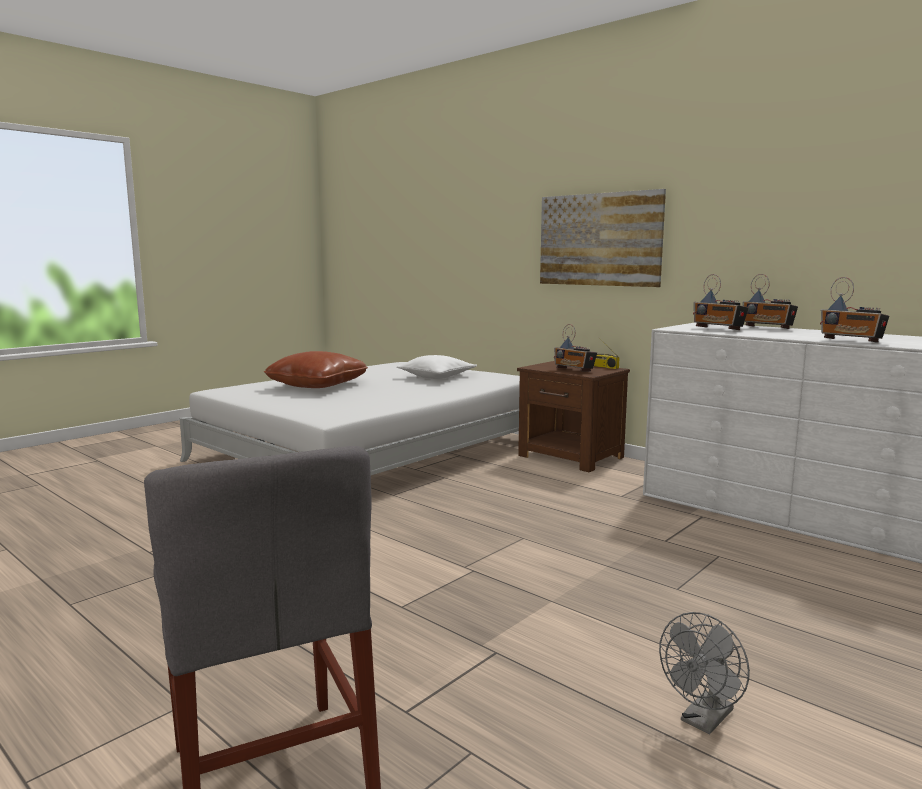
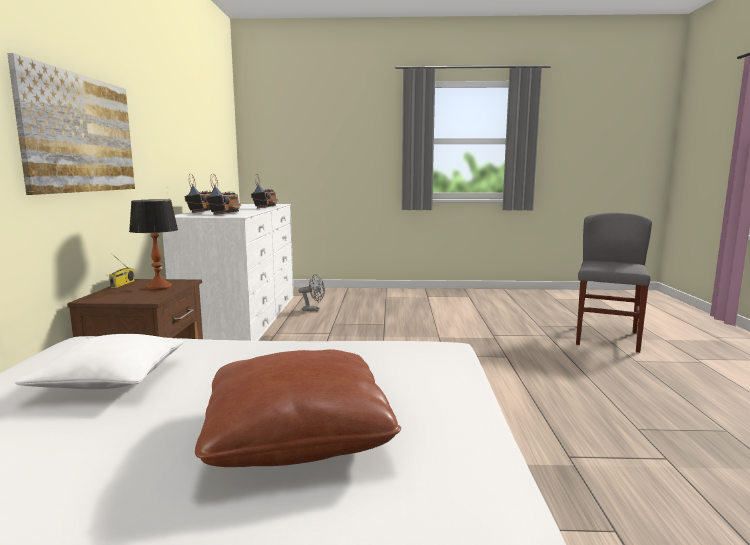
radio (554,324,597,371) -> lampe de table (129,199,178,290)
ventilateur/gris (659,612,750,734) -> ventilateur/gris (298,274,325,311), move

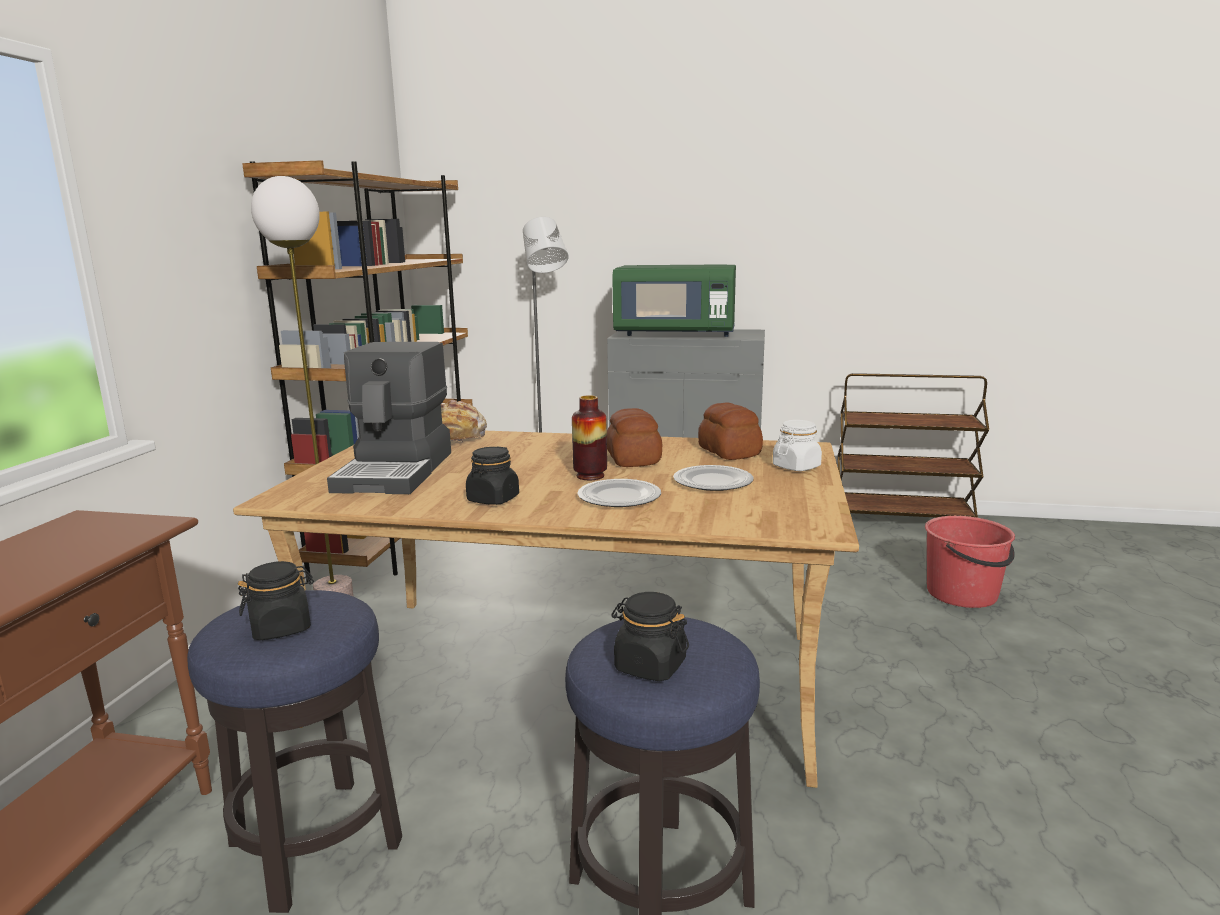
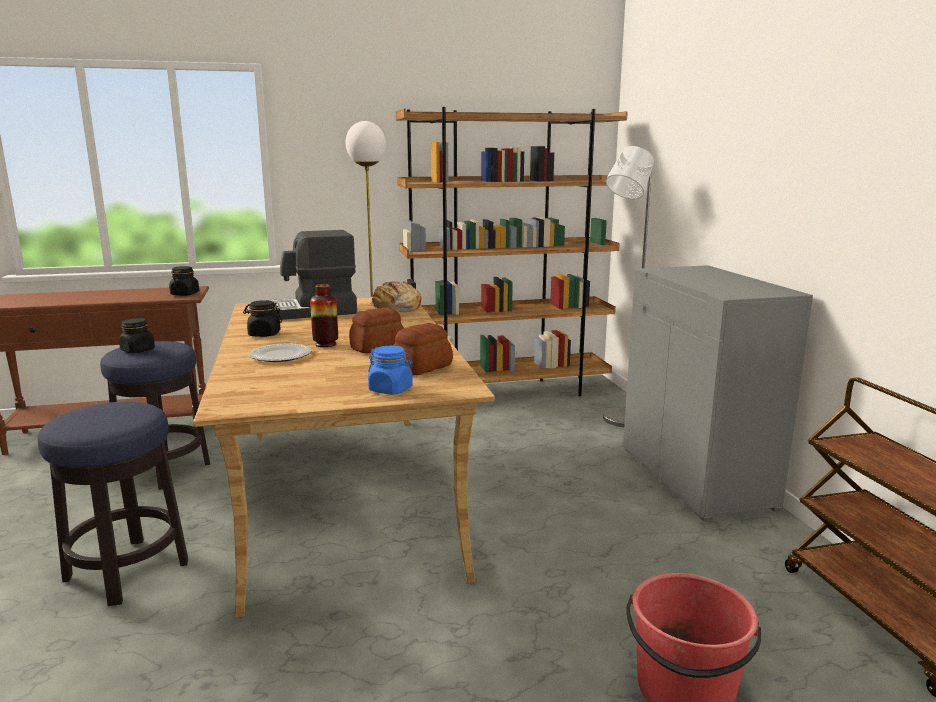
bocal/noir (611,592,689,681) -> bocal/noir (169,266,199,296), move
micro-ondes/vert (612,265,736,337) -> none
assiette (673,465,754,491) -> none
bocal/blanc (773,420,822,471) -> bocal/bleu (368,346,413,395)

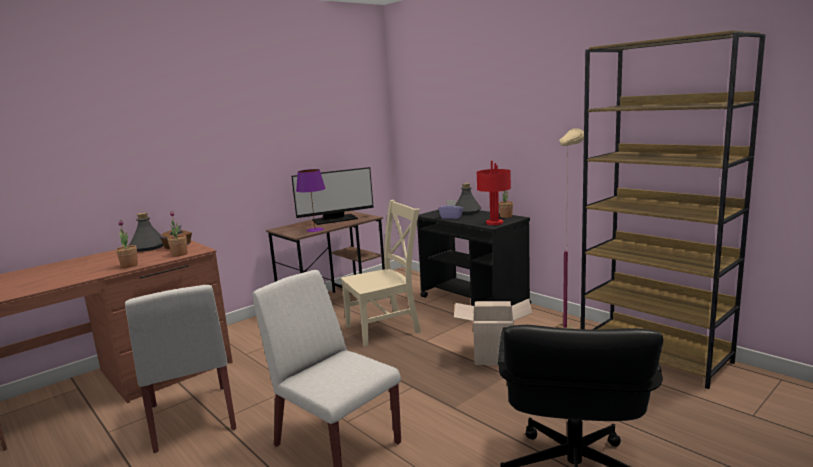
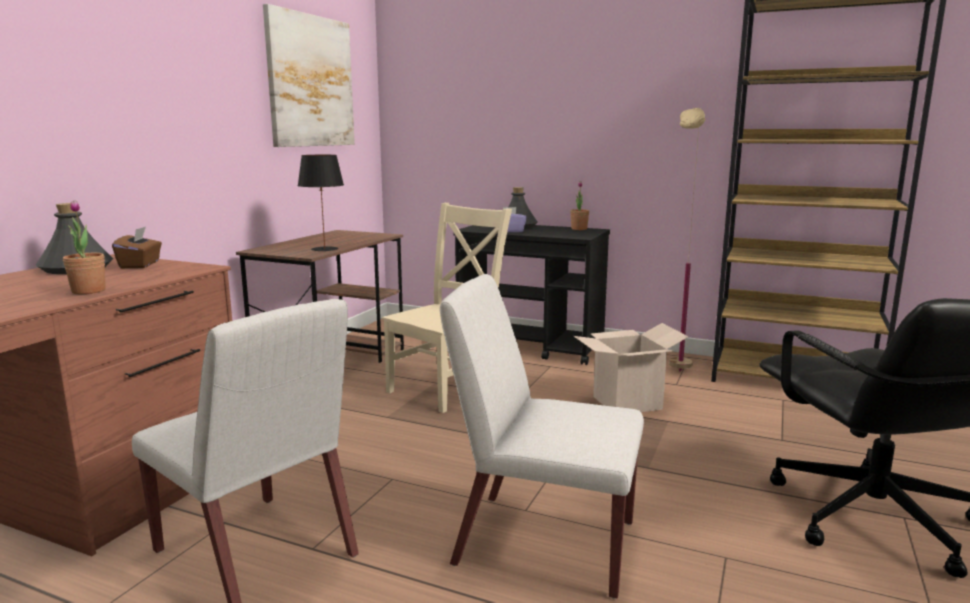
plante en pot (168,211,188,256) -> none
écran d'ordinateur (291,167,374,225) -> none
lampe de table/violet (296,169,326,232) -> lampe de table/noir (298,155,344,251)
lampe de table/rouge (476,161,511,225) -> none
none -> tableau (263,4,355,147)

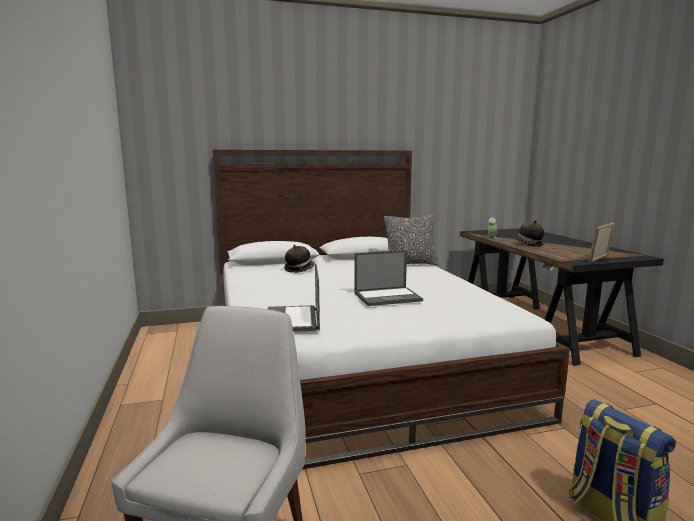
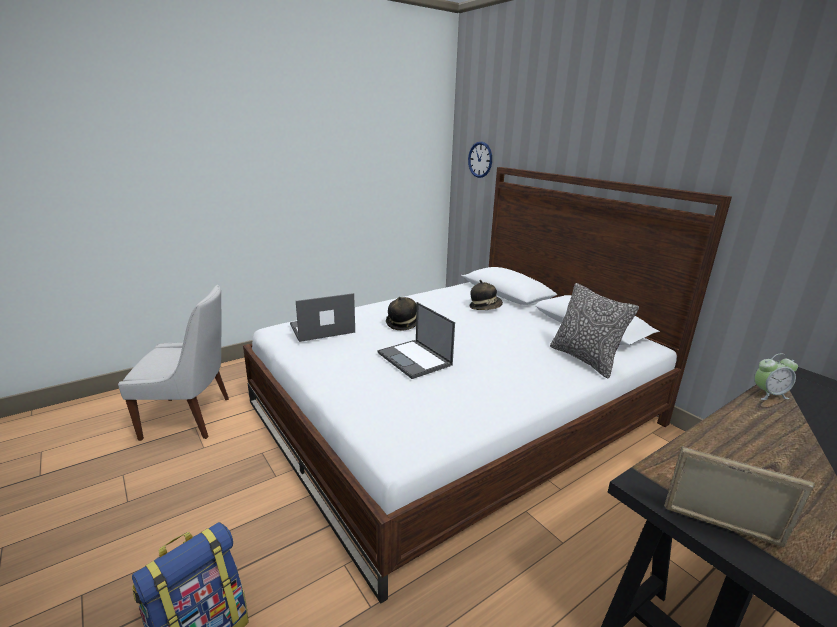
chapeau (514,220,544,247) -> chapeau (386,297,417,331), move
none -> horloge murale (468,142,492,178)

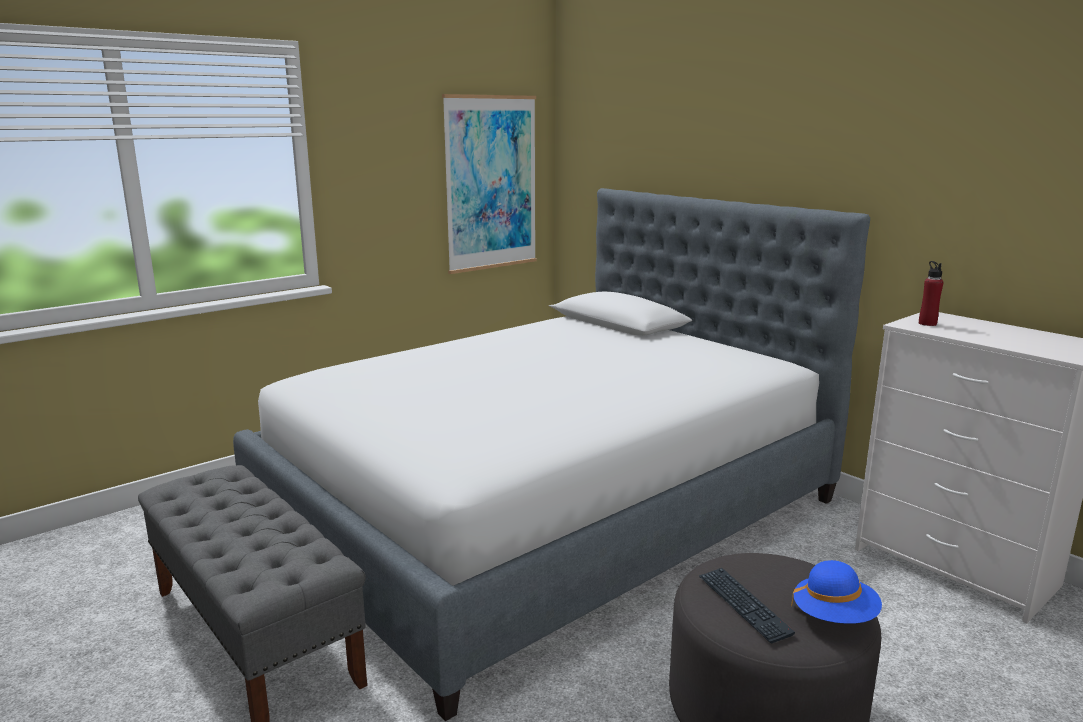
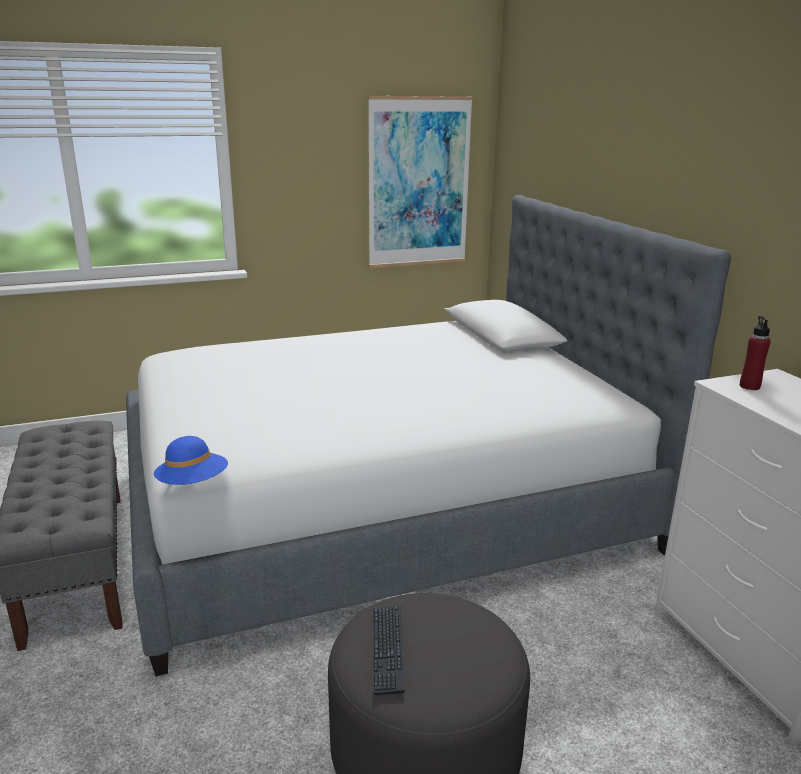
chapeau/bleu (791,560,882,624) -> chapeau/bleu (154,436,228,485), move

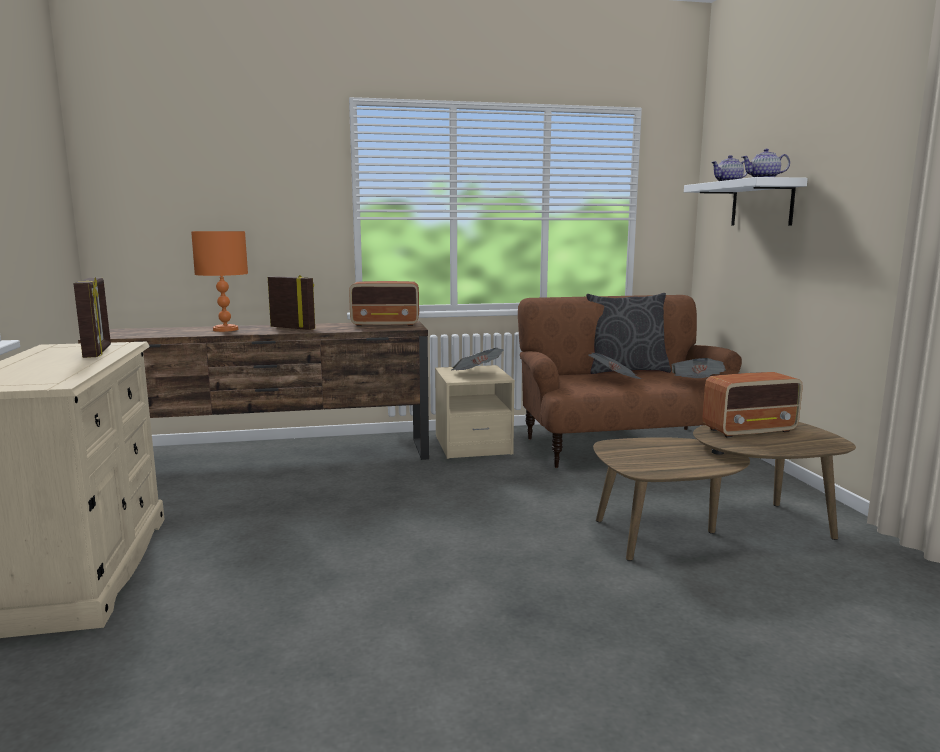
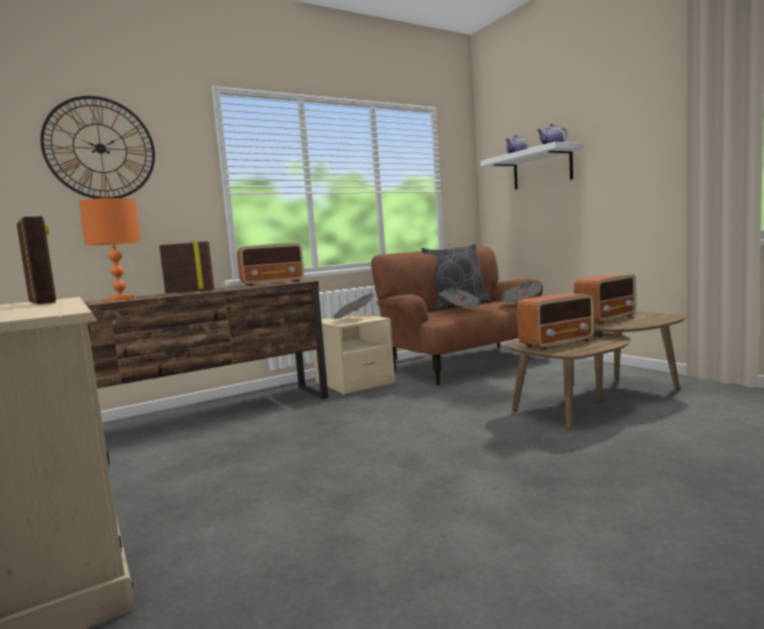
none -> horloge murale (40,96,155,199)
none -> radio (517,293,594,350)

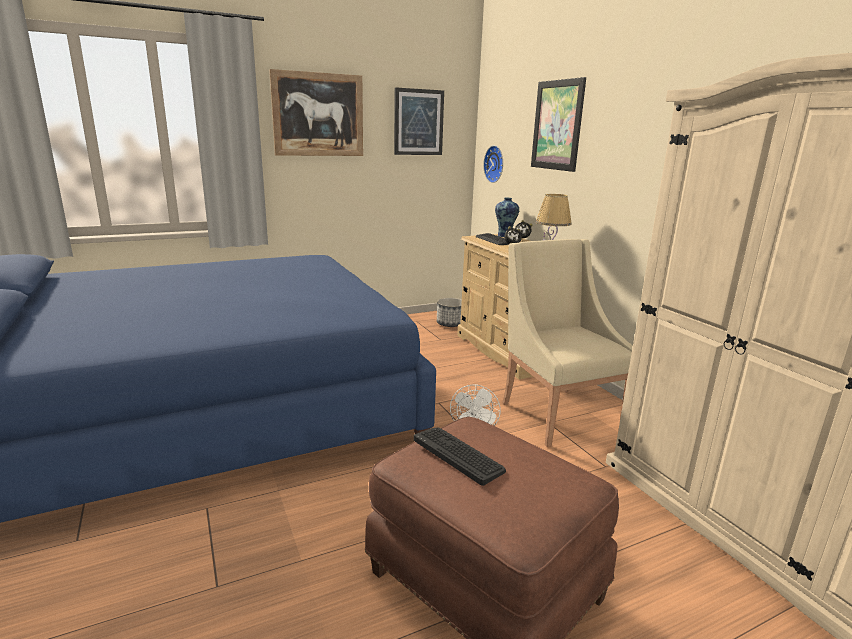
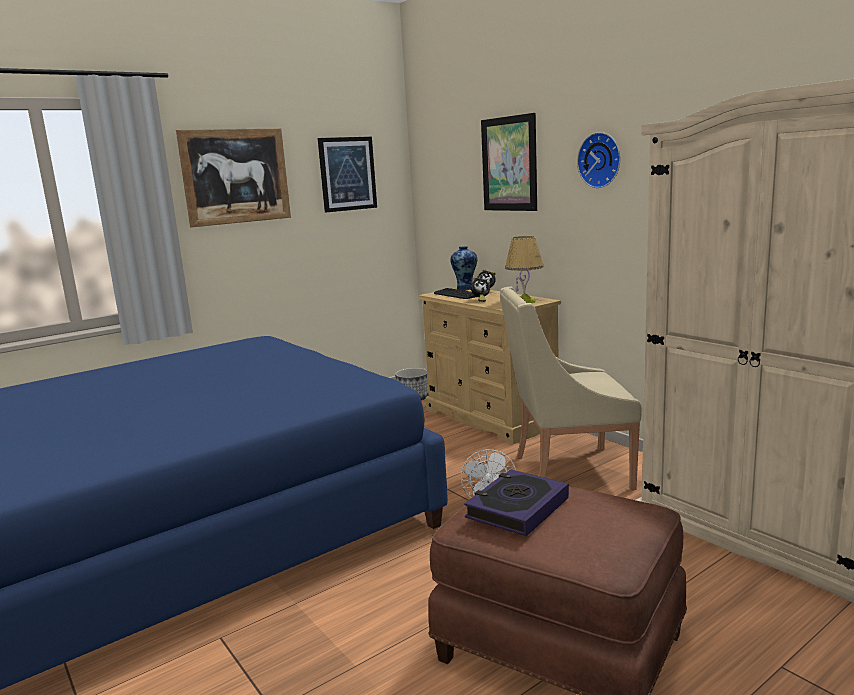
clavier (414,427,506,486) -> livre (464,469,569,536)
horloge murale (483,145,503,183) -> horloge murale (577,132,620,188), move
fauteuil/beige (502,239,633,447) -> fauteuil/beige (500,287,642,490), 60 degrees counterclockwise

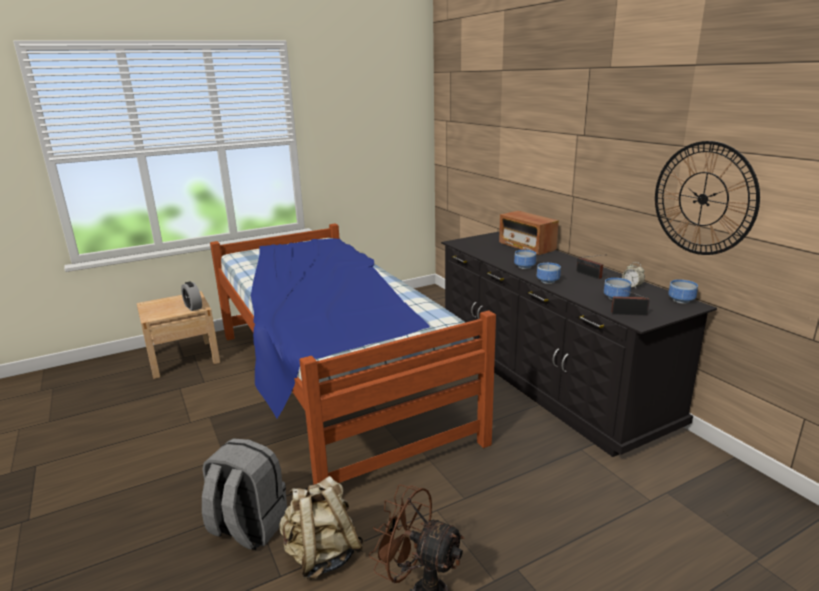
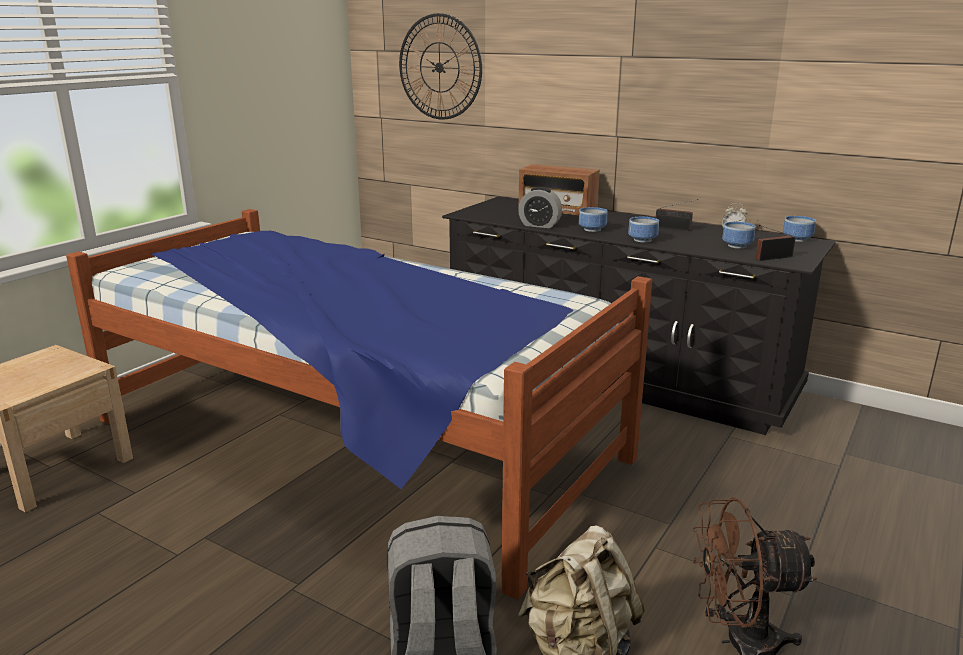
réveil (181,281,202,311) -> réveil (518,187,562,228), move
horloge murale (655,141,760,255) -> horloge murale (399,13,482,120), move

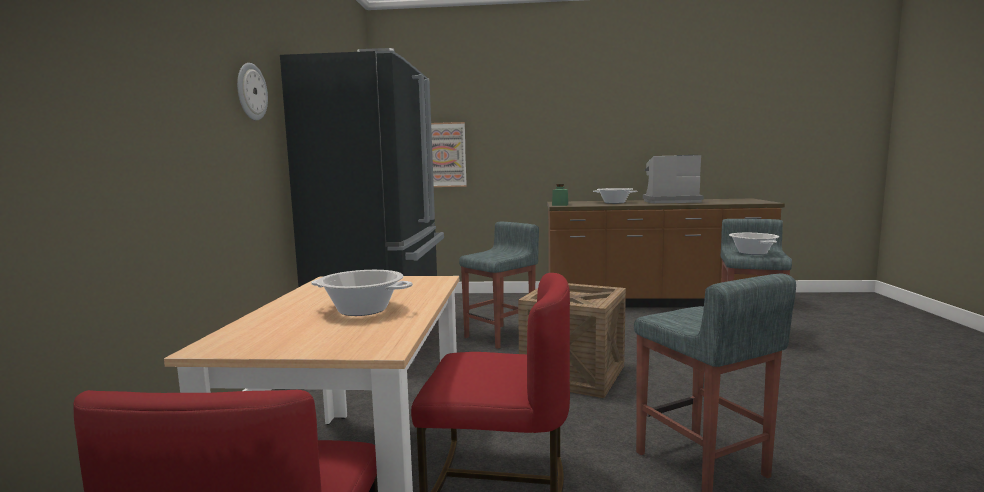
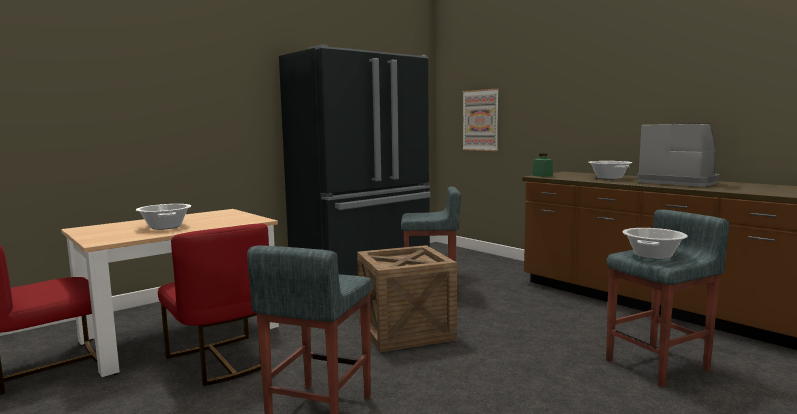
horloge murale (237,63,268,120) -> none

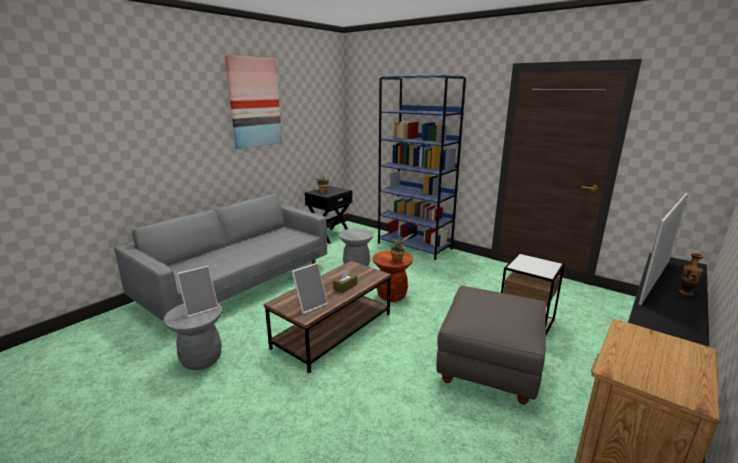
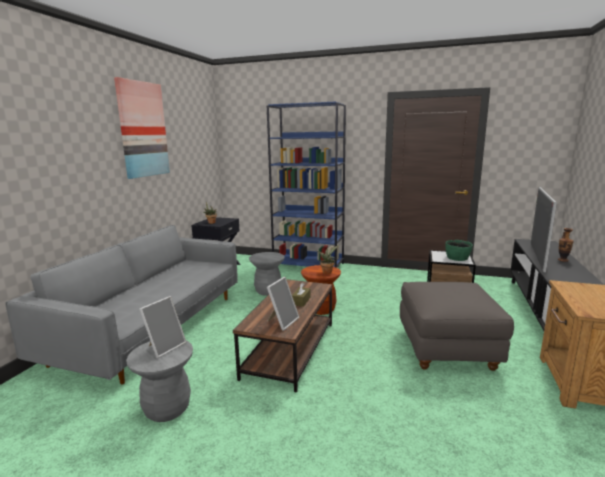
none -> bol/vert (445,240,473,261)

